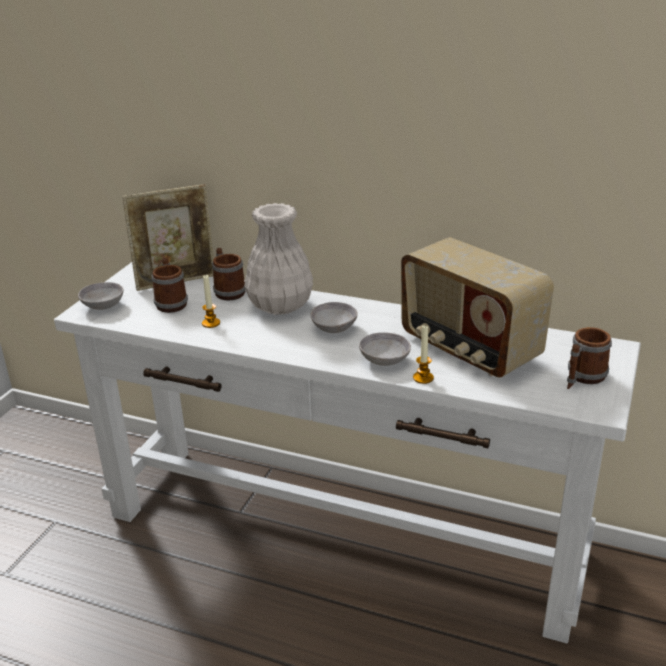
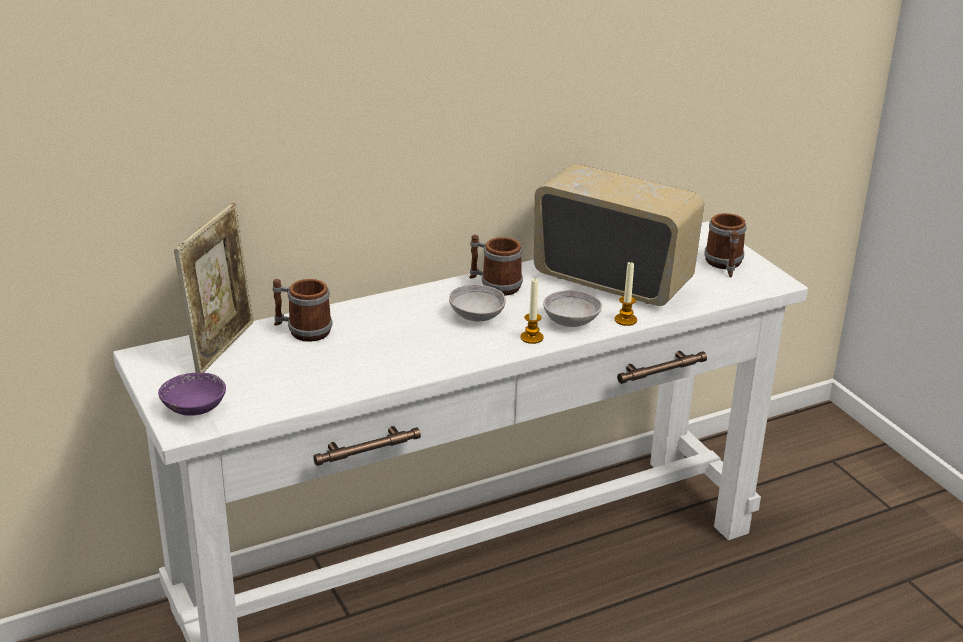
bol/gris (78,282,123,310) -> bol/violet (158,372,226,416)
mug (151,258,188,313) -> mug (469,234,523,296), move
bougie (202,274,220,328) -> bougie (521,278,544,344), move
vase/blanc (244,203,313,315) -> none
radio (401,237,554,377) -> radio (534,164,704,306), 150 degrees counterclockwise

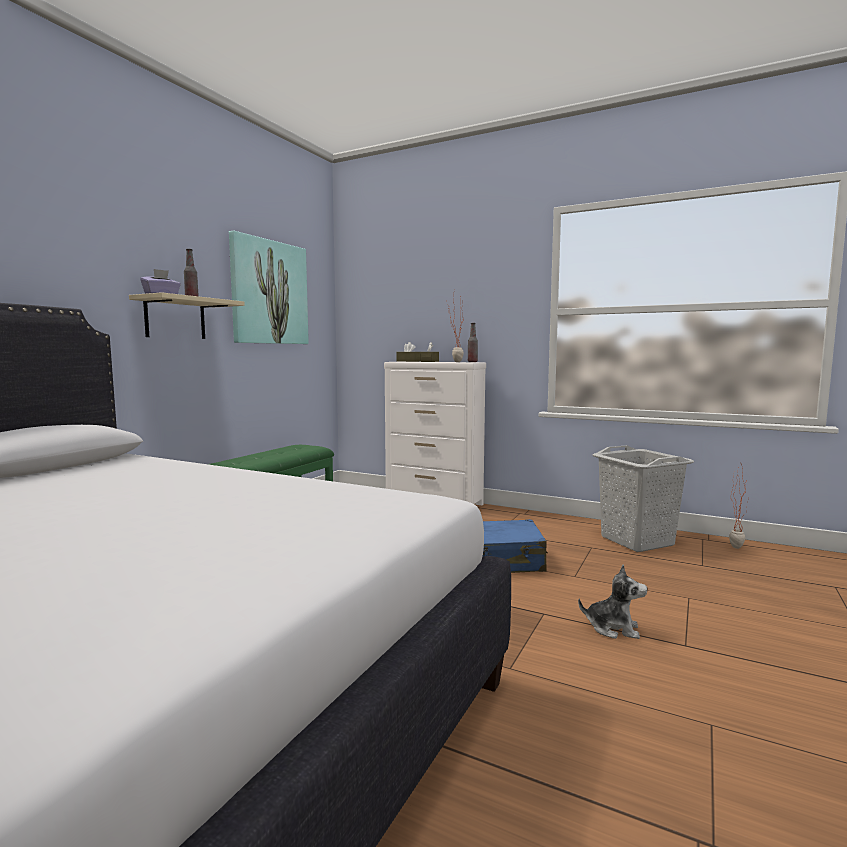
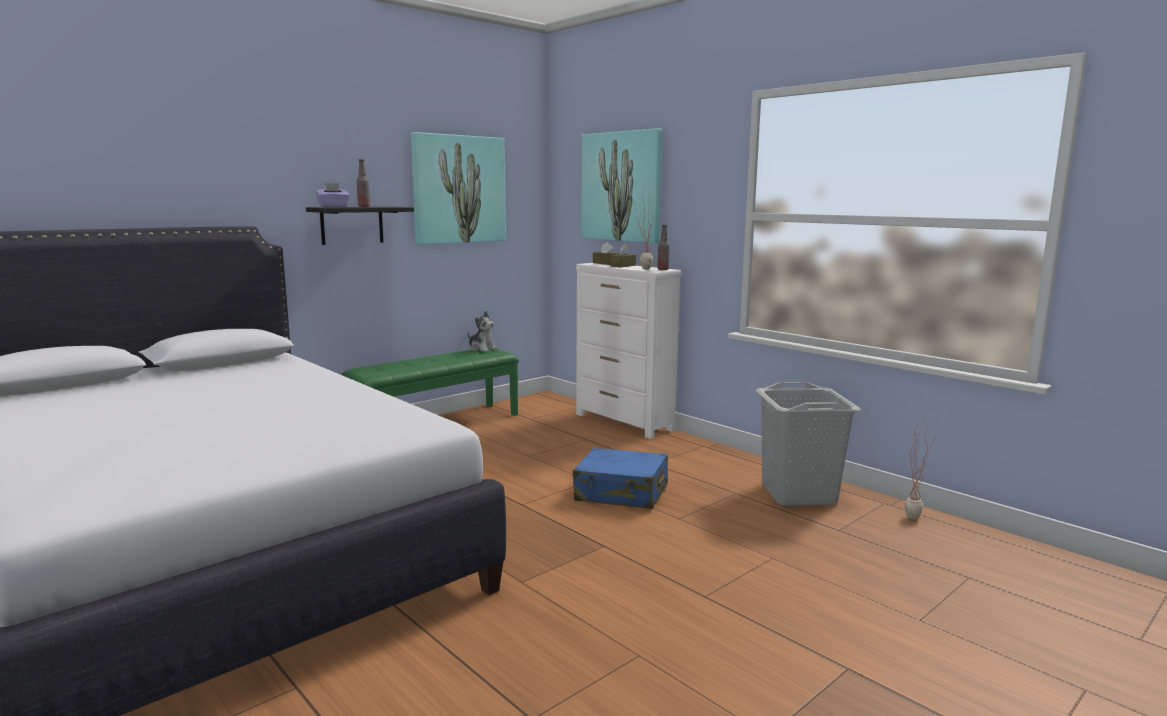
étagère/beige (129,292,245,339) -> étagère/noir (306,207,414,245)
peluche (578,564,648,639) -> peluche (467,311,498,352), move
none -> tableau (581,128,662,243)

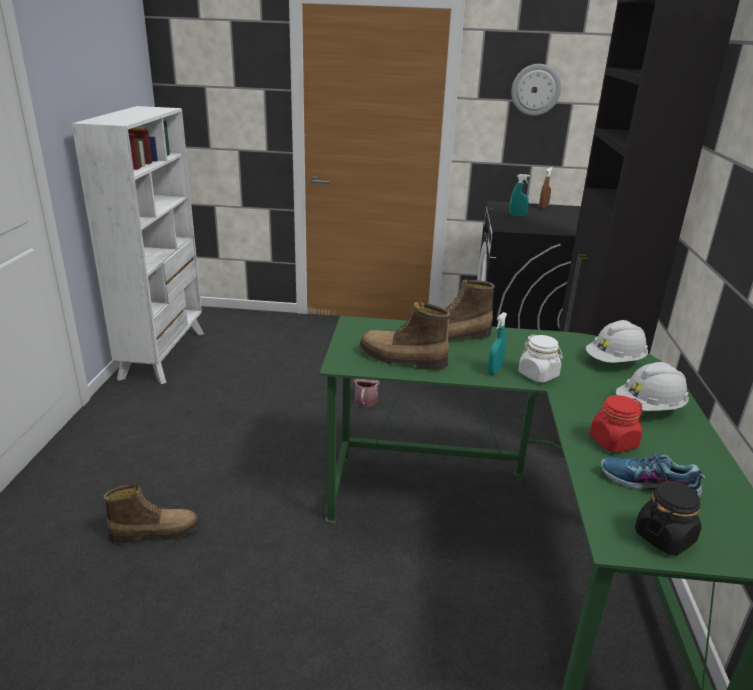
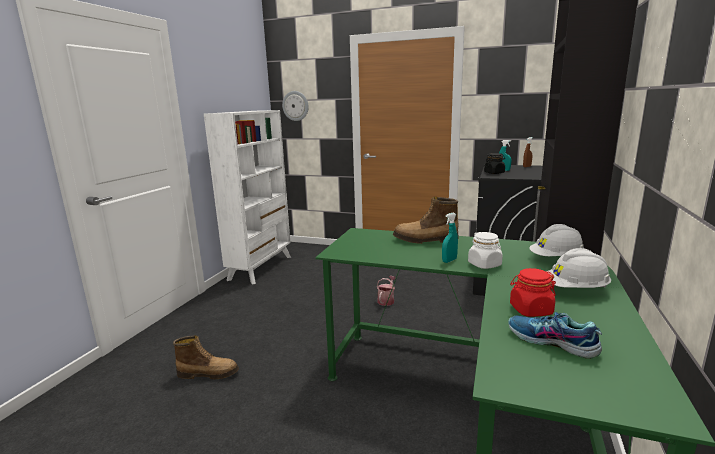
botte (359,302,450,370) -> none
horloge murale (511,64,561,116) -> horloge murale (282,91,309,121), move
bocal/noir (635,481,702,556) -> bocal/noir (484,153,505,174), move

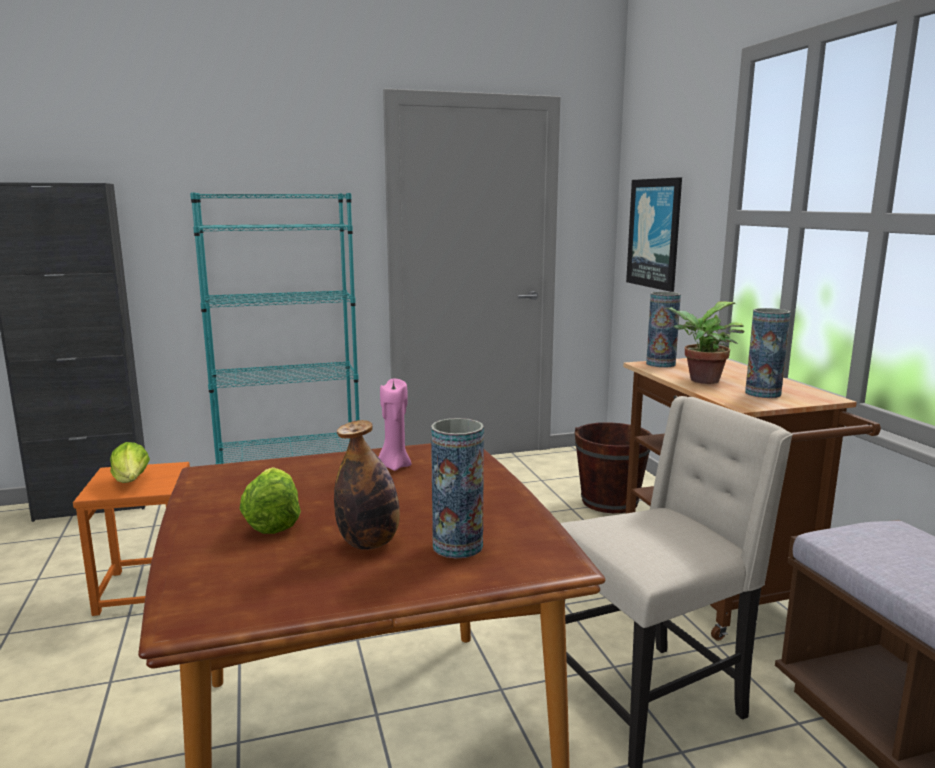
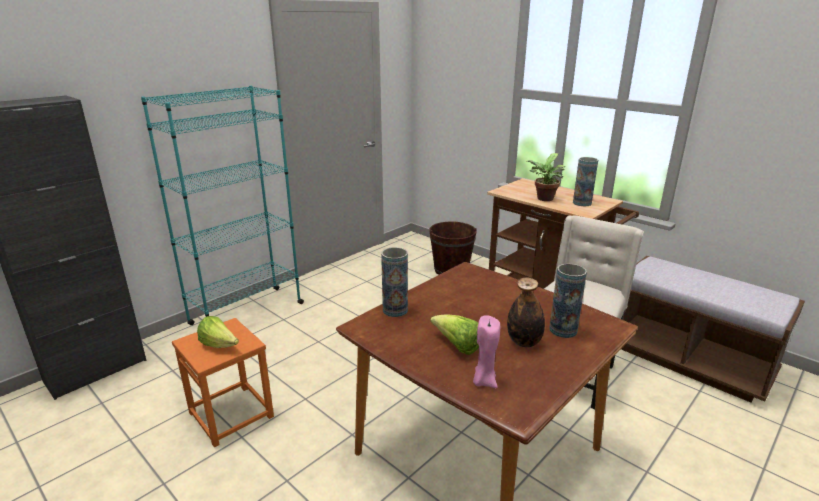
bougie/rose (378,379,411,471) -> bougie/rose (473,315,500,388), move
tableau (626,177,682,292) -> none
vase (646,292,681,368) -> vase (381,247,408,317), move

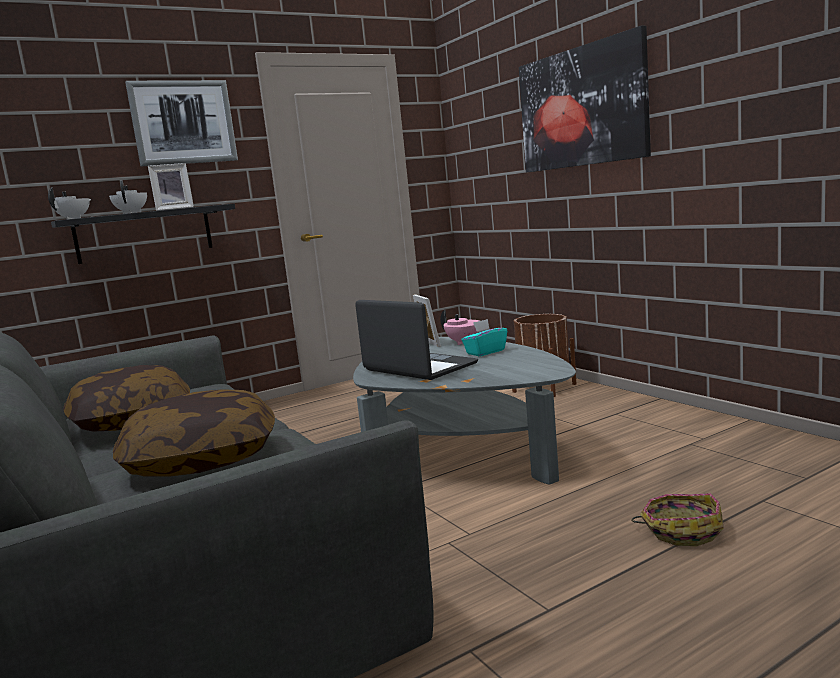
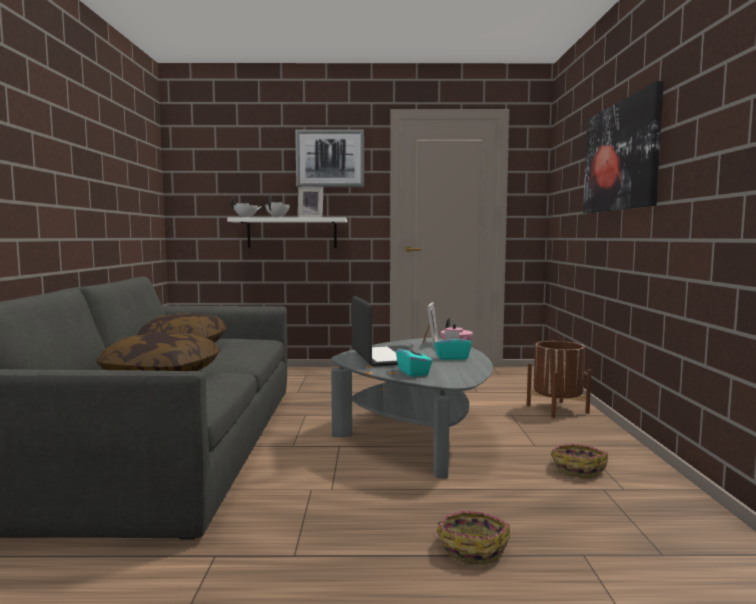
étagère/noir (51,204,235,264) -> étagère/blanc (227,218,347,248)
none -> boîte à mouchoirs/turquoise (396,341,433,377)
none -> panier (551,444,608,478)

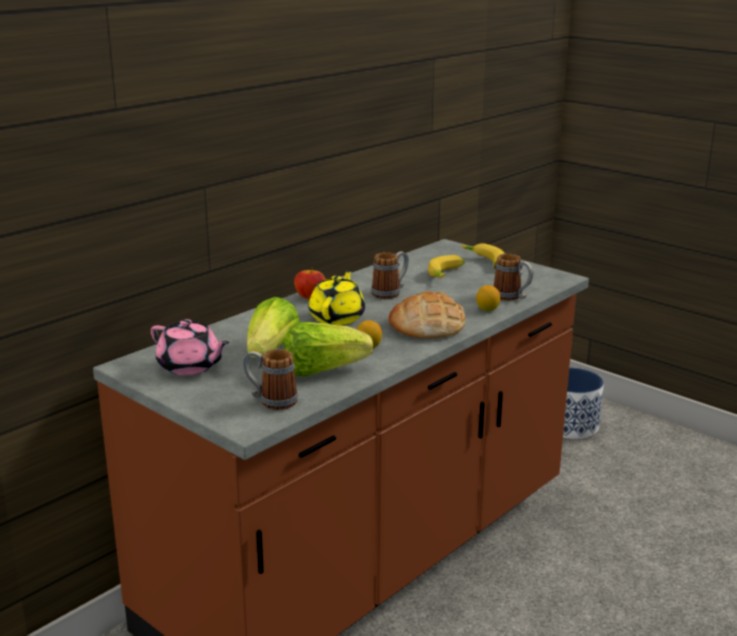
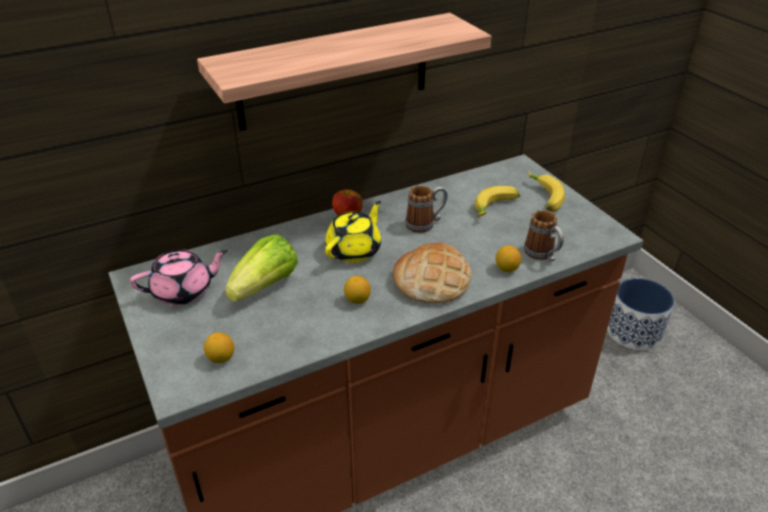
théière/rose (151,319,229,375) -> théière/rose (130,249,228,305), 75 degrees counterclockwise
mug (243,349,298,410) -> citron (204,332,234,363)
laitue (284,322,373,376) -> none
none -> étagère (197,13,491,131)

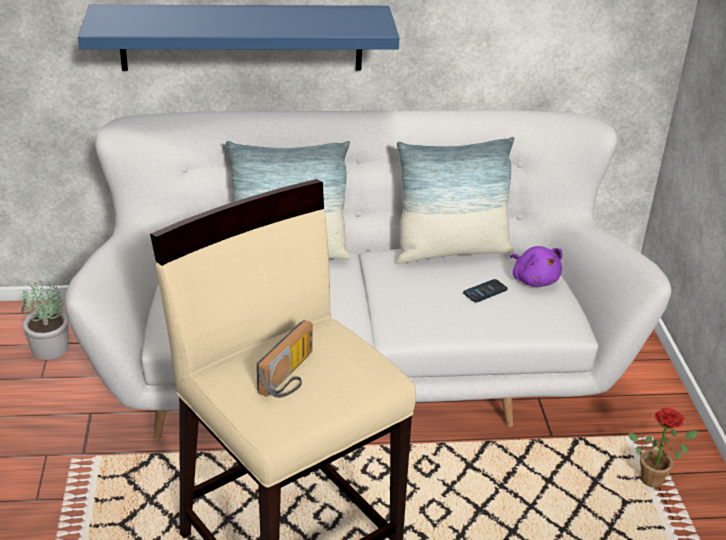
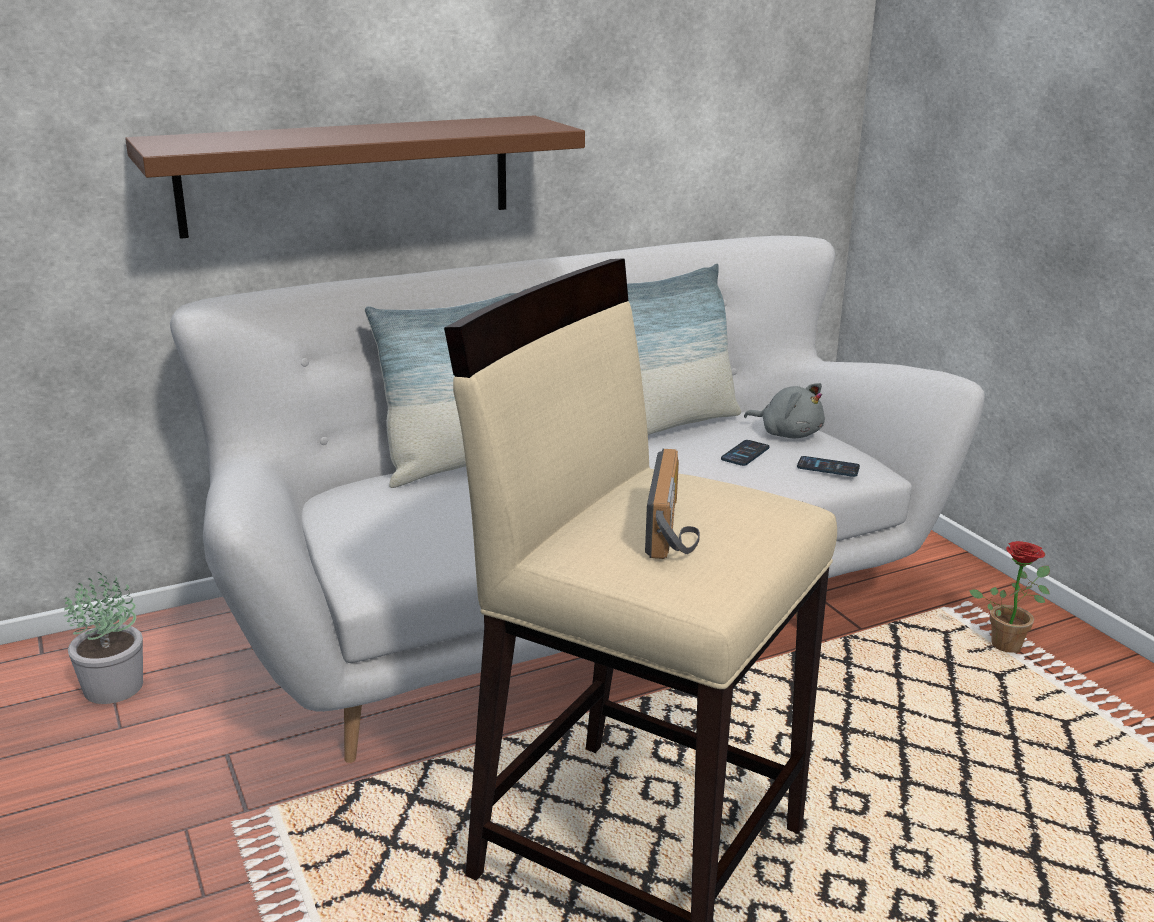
étagère/bleu (78,4,399,71) -> étagère/marron (125,115,585,239)
peluche/violet (510,246,562,287) -> peluche/gris (744,383,825,438)
none -> téléphone (797,456,860,477)

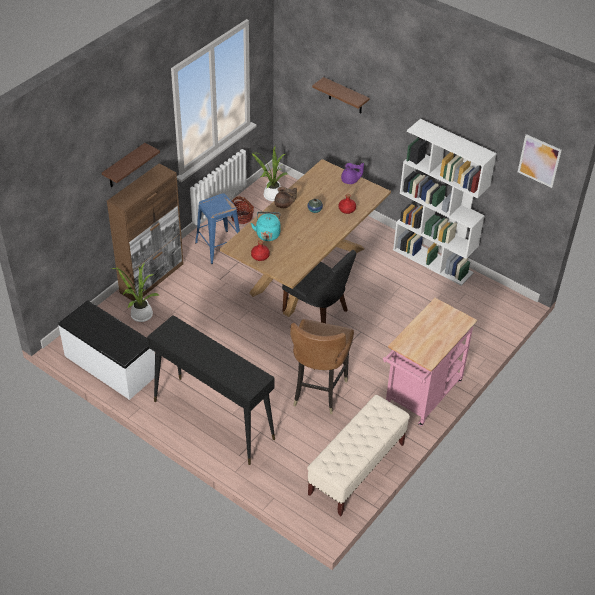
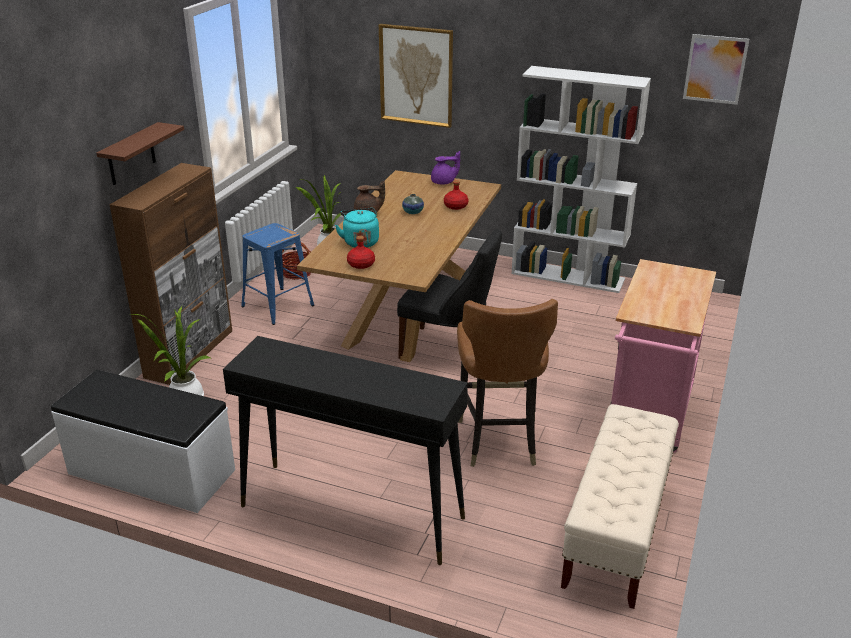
étagère/marron (312,77,370,114) -> tableau (379,24,453,128)

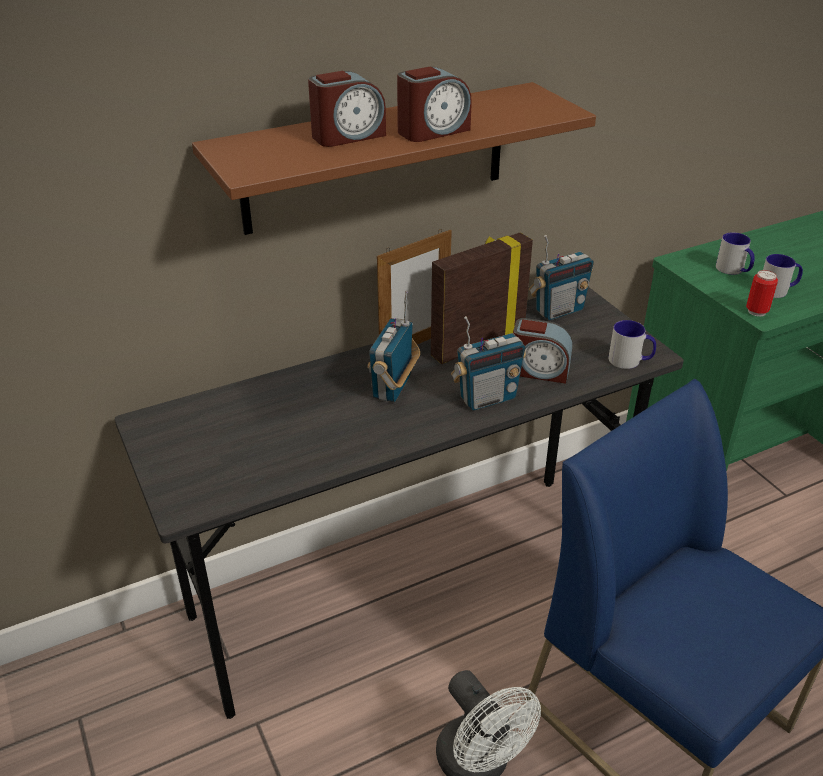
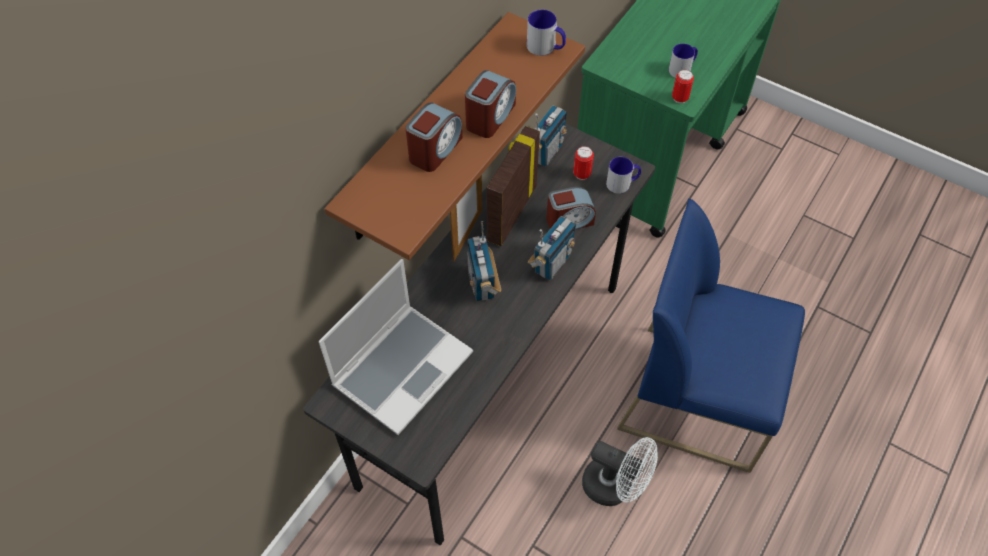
mug (716,232,755,275) -> mug (527,9,566,56), move
none -> ordinateur portable (319,259,473,435)
none -> boîte métallique (573,146,594,180)

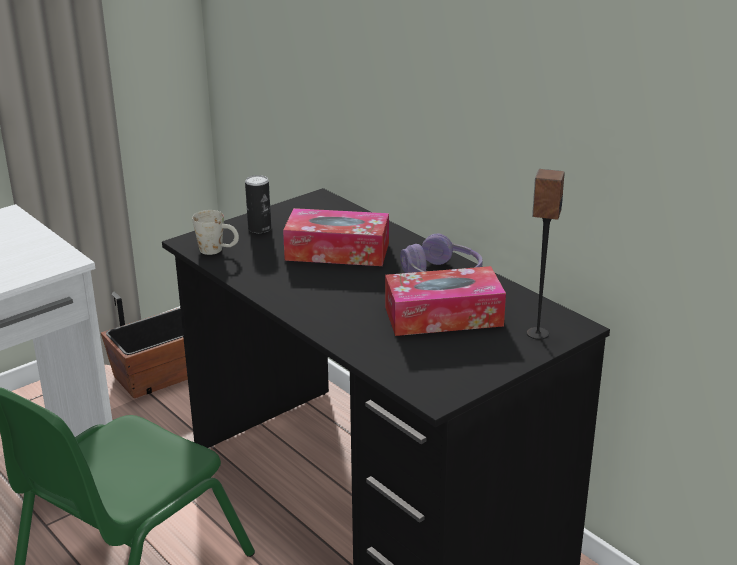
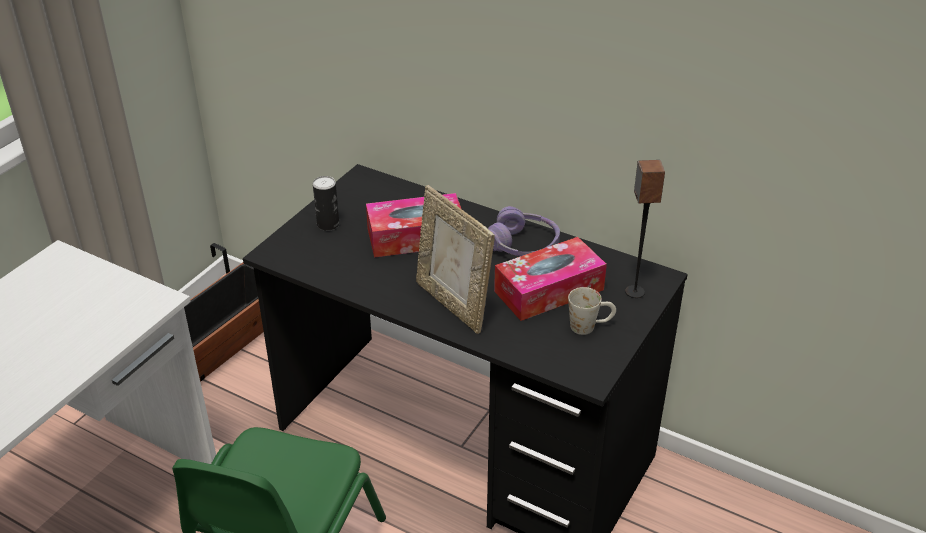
mug/blanc (192,210,239,255) -> mug/blanc (568,287,616,335), move
none -> cadre photo (416,185,495,334)

